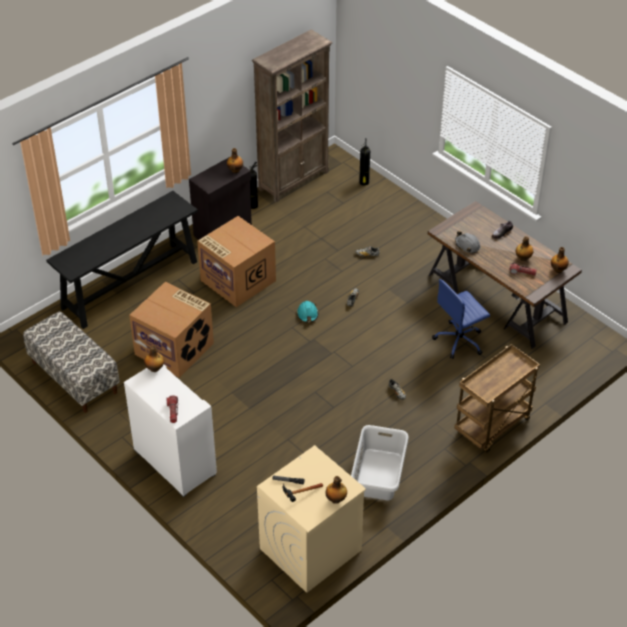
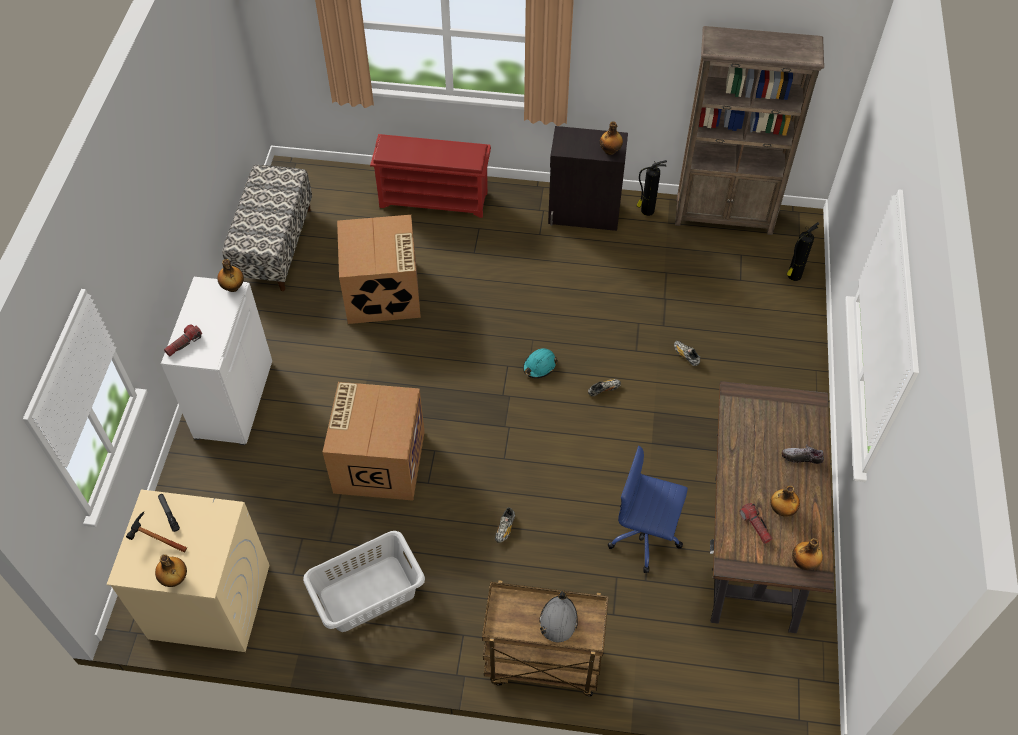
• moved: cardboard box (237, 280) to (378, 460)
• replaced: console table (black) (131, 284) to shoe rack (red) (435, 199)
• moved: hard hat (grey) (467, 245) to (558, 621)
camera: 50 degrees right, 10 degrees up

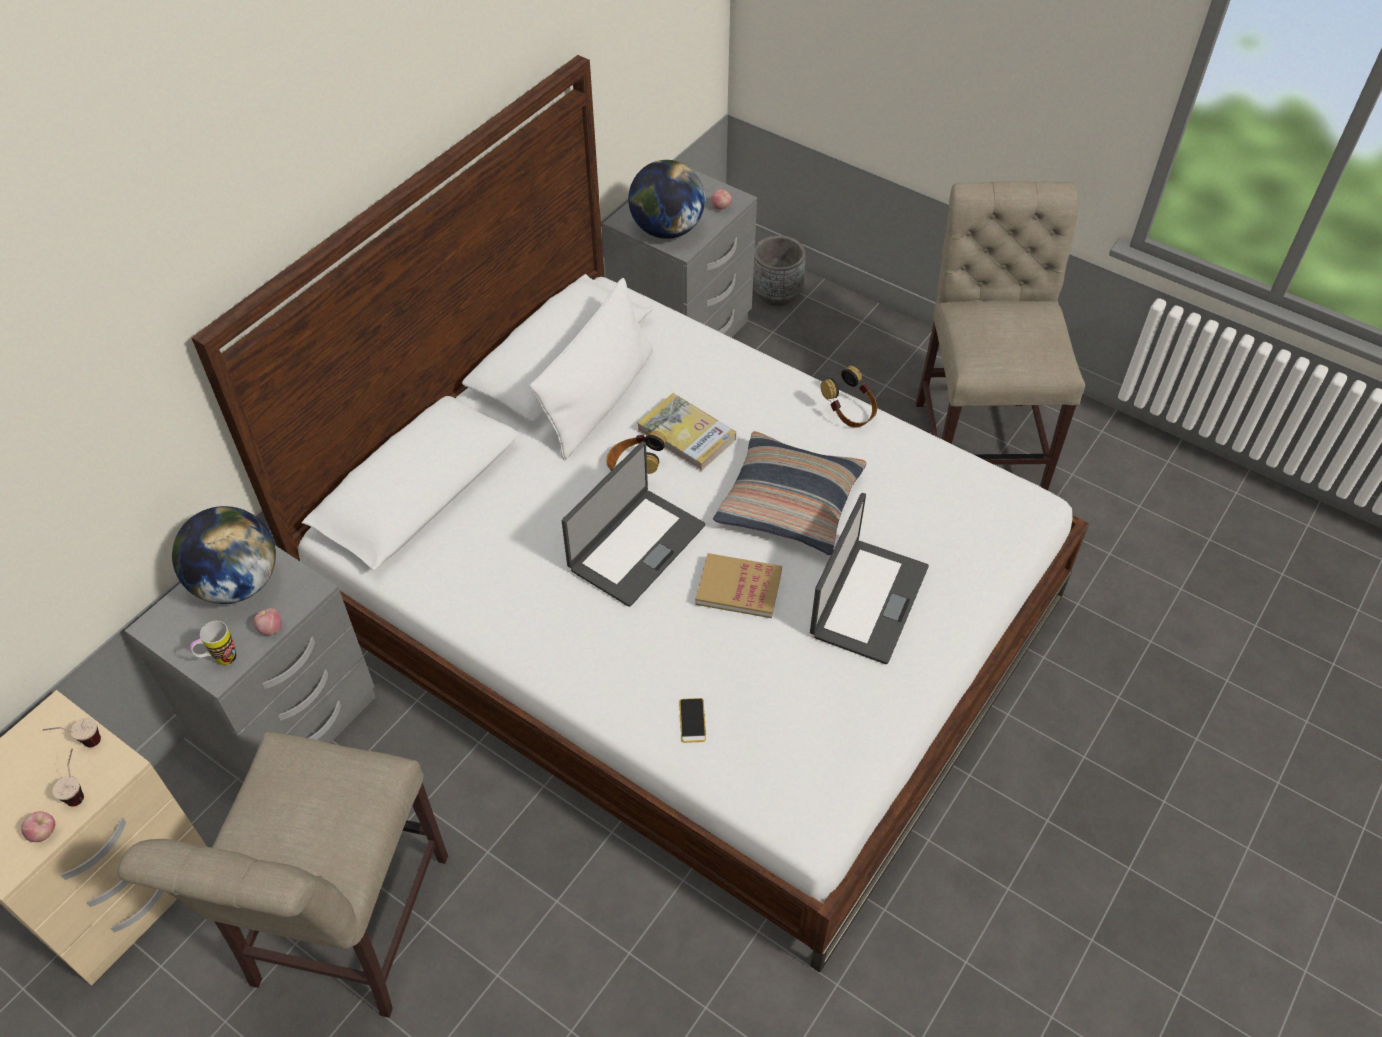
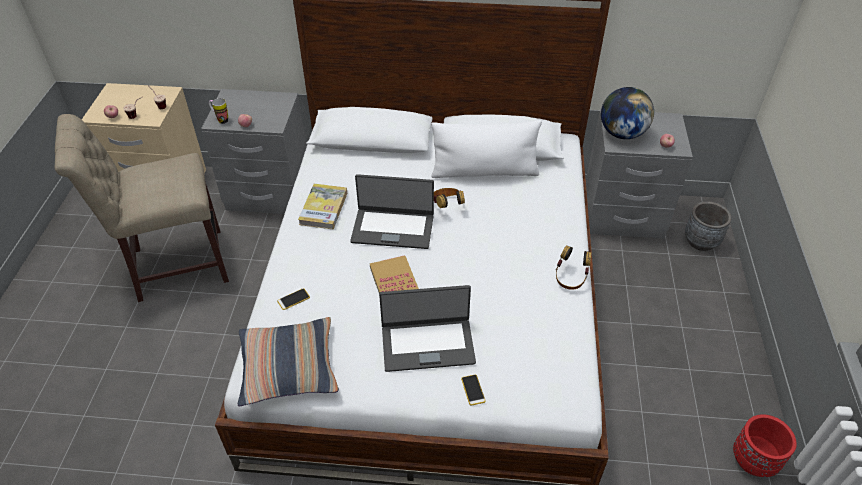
• moved: pillow (789, 503) to (288, 368)
• moved: book (686, 435) to (323, 208)
• added: phone (473, 390)
• added: planter (red) (753, 461)
• removed: globe (237, 583)
• removed: chair (beige) (977, 440)
camera: 60 degrees right, 5 degrees down

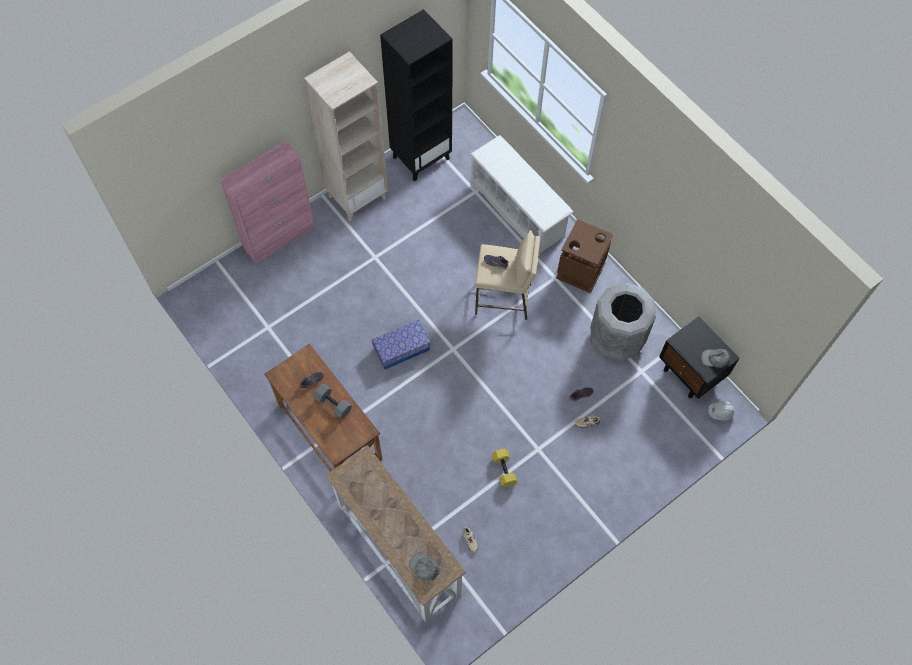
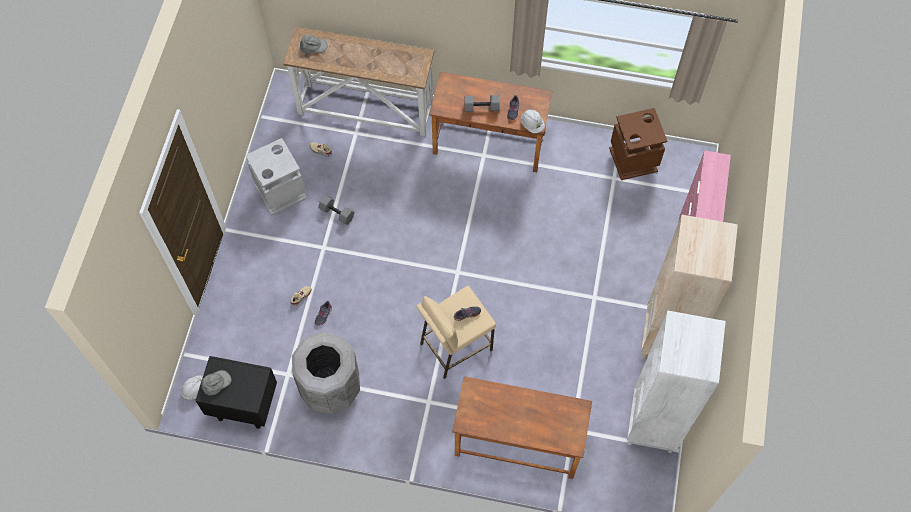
• added: trash can (grey) (280, 192)
• recoloured: dumbbell (yellow) (503, 470) to dumbbell (grey) (337, 213)
• replaced: shoe rack (white) (518, 210) to desk (brown) (518, 442)
• added: hard hat (white) (532, 124)
• moved: trash can (brown) (580, 271) to (633, 159)
• recoloured: bookcase (black) (421, 157) to bookcase (white) (653, 424)
• removed: storage box (401, 349)
camera: 140 degrees right, 0 degrees up

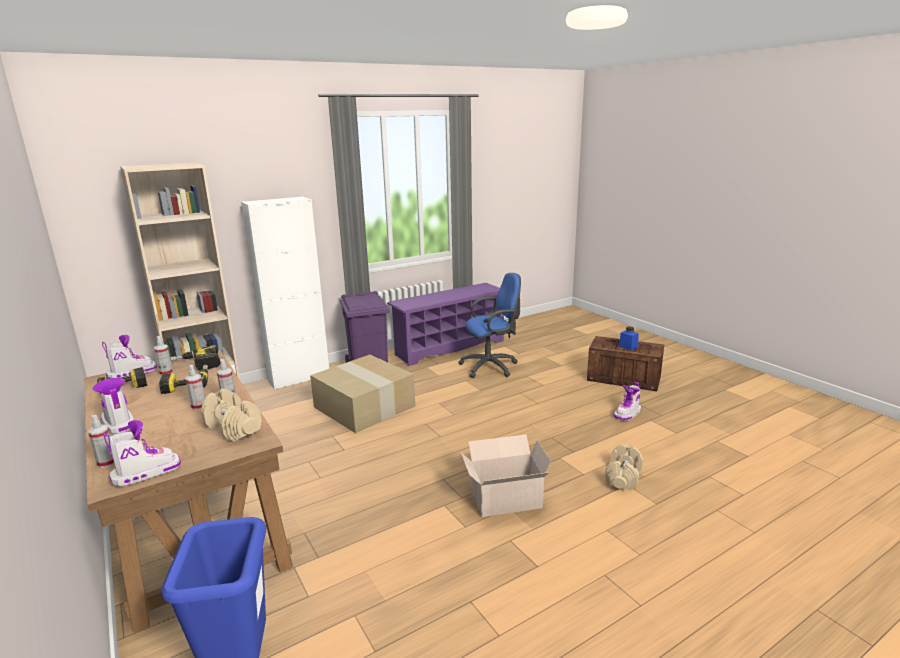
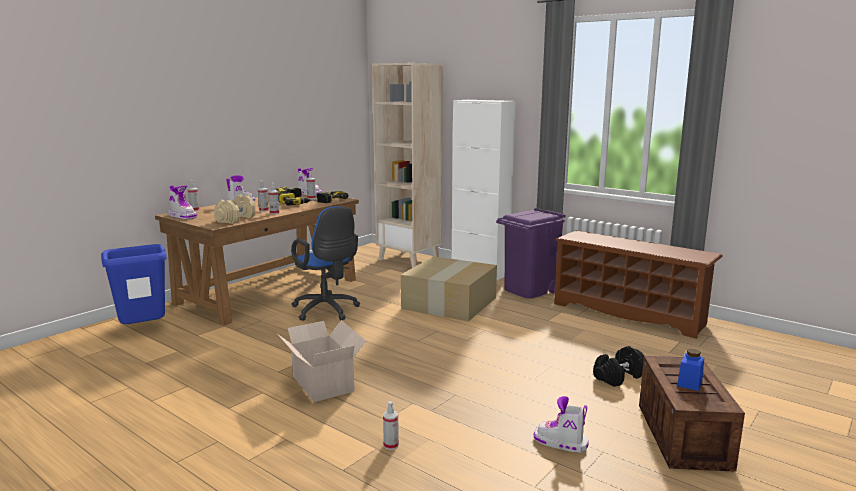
• moved: office chair (blue) (491, 367) to (327, 311)
• replaced: dumbbell (beige) (623, 477) to spray bottle (391, 445)
• recoloured: shoe rack (purple) (449, 347) to shoe rack (brown) (629, 313)
• added: dumbbell (black) (618, 377)
camera: 70 degrees right, 5 degrees down

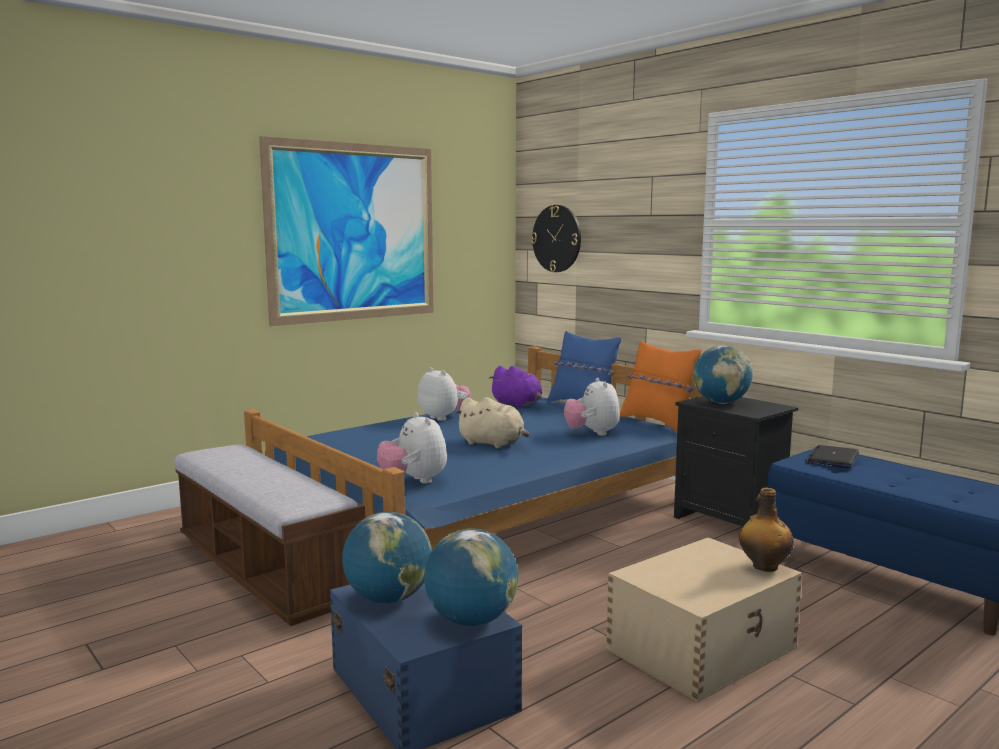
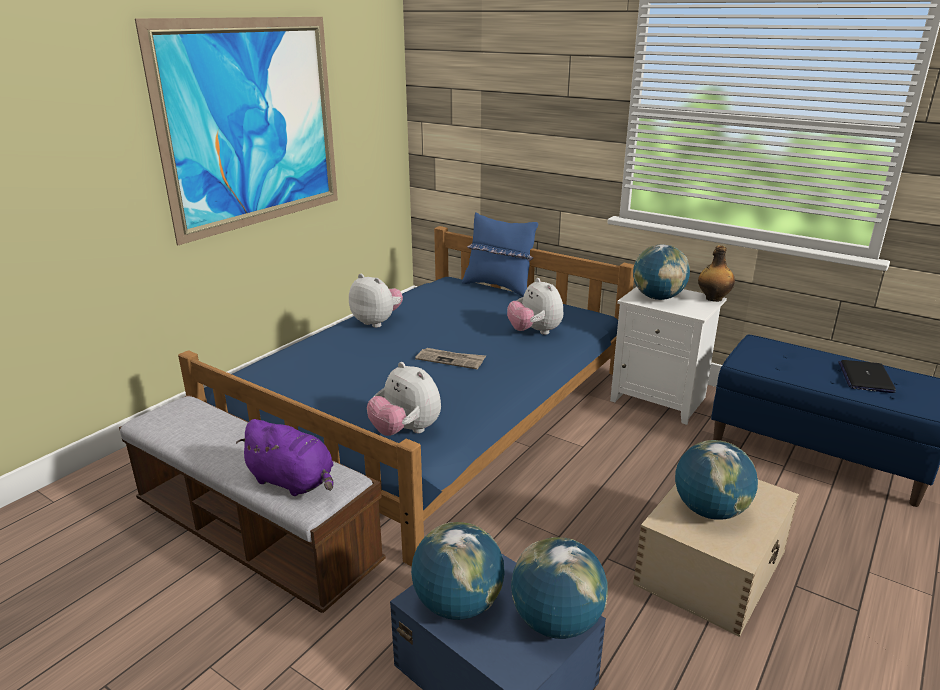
• moved: plush toy (purple) (518, 404) to (293, 481)
• replaced: plush toy (beige) (493, 444) to newspaper (451, 360)
• recoloured: nightstand (black) (732, 521) to nightstand (white) (660, 399)
• added: globe (709, 511)
• moved: bottle (764, 566) to (713, 298)
• moved: laptop (832, 458) to (865, 377)
• removed: wall clock (557, 238)
• removed: pillow (orange) (657, 422)
camera: 15 degrees left, 15 degrees up

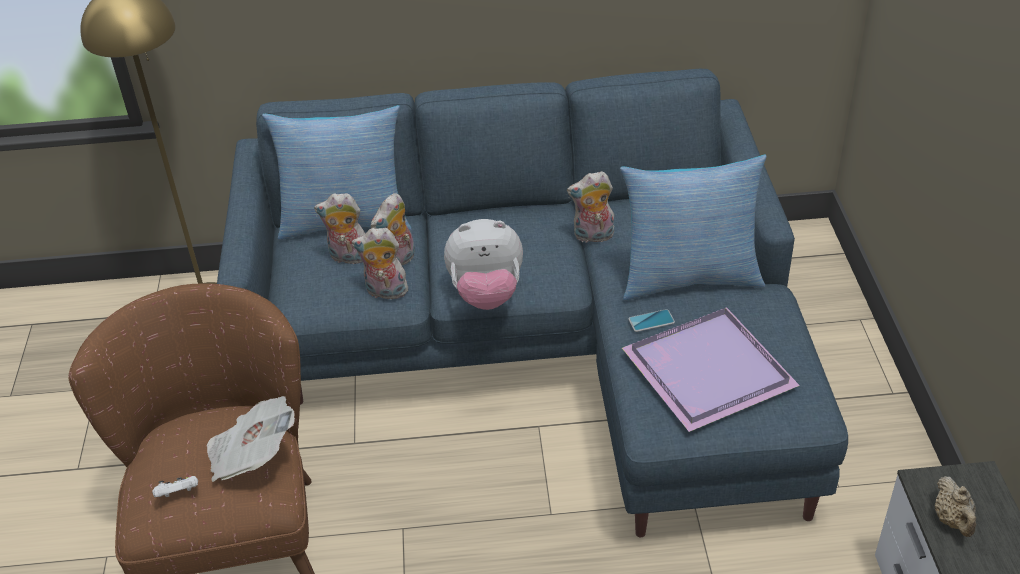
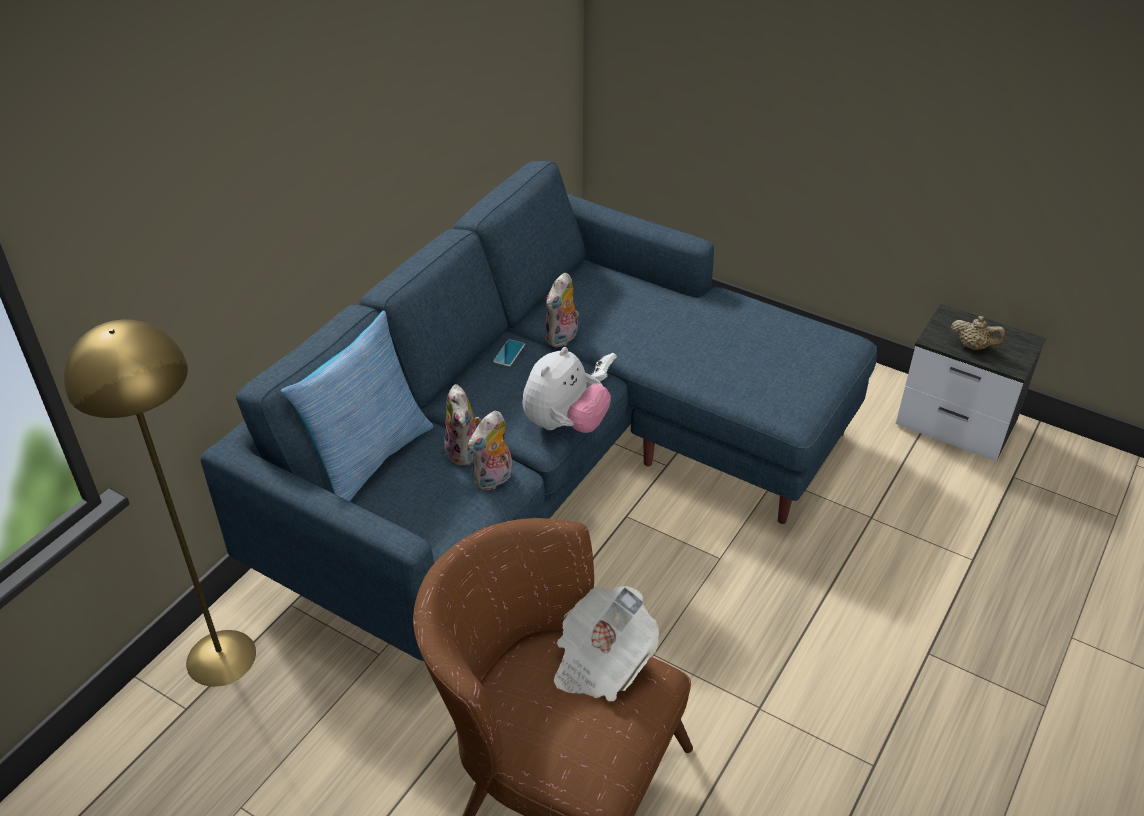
• moved: phone (651, 321) to (509, 353)
• moved: game controller (white) (178, 494) to (601, 377)
• removed: plush toy (348, 257)
• removed: pillow (689, 277)
• removed: tray (purple) (704, 370)
camera: 55 degrees left, 0 degrees up

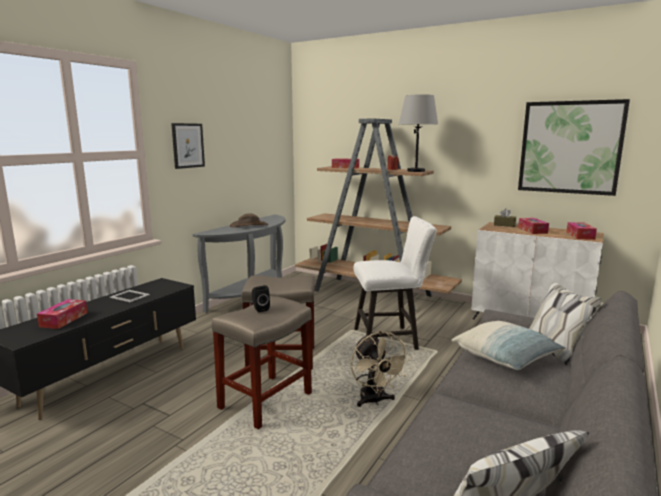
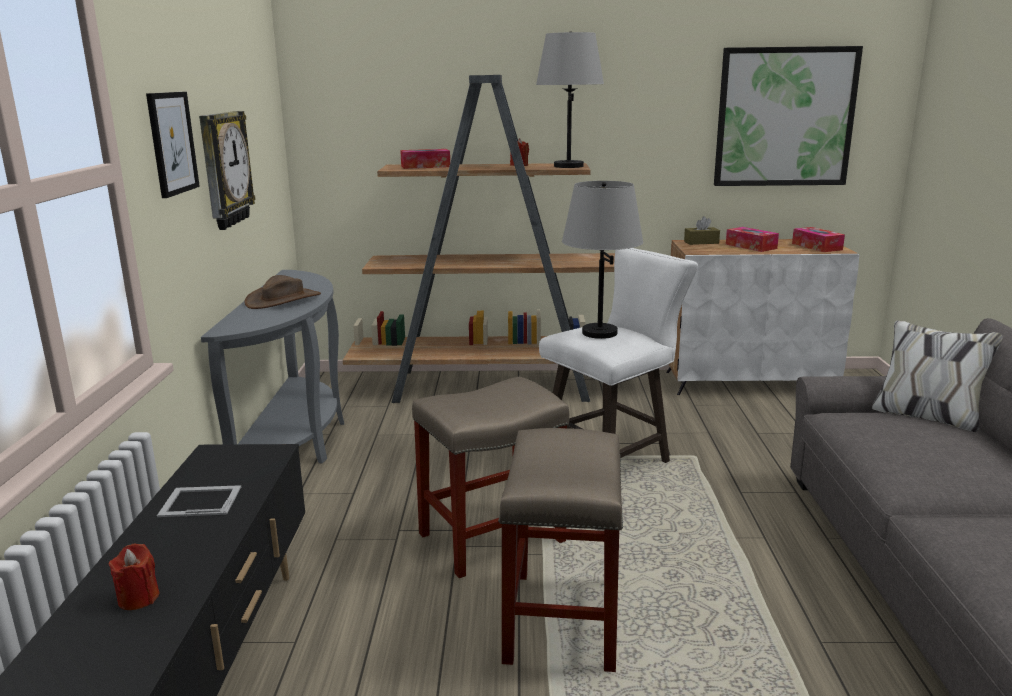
• replaced: tissue box (64, 320) to candle (red) (138, 598)
• added: wall clock (223, 169)
• added: table lamp (grey) (599, 333)
• removed: speaker (black) (260, 309)
• removed: fan (beige) (374, 401)
• removed: pillow (505, 357)
camera: 30 degrees left, 5 degrees up

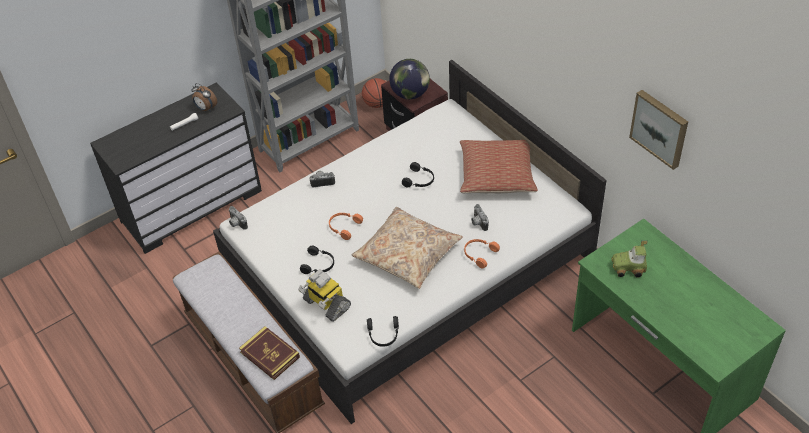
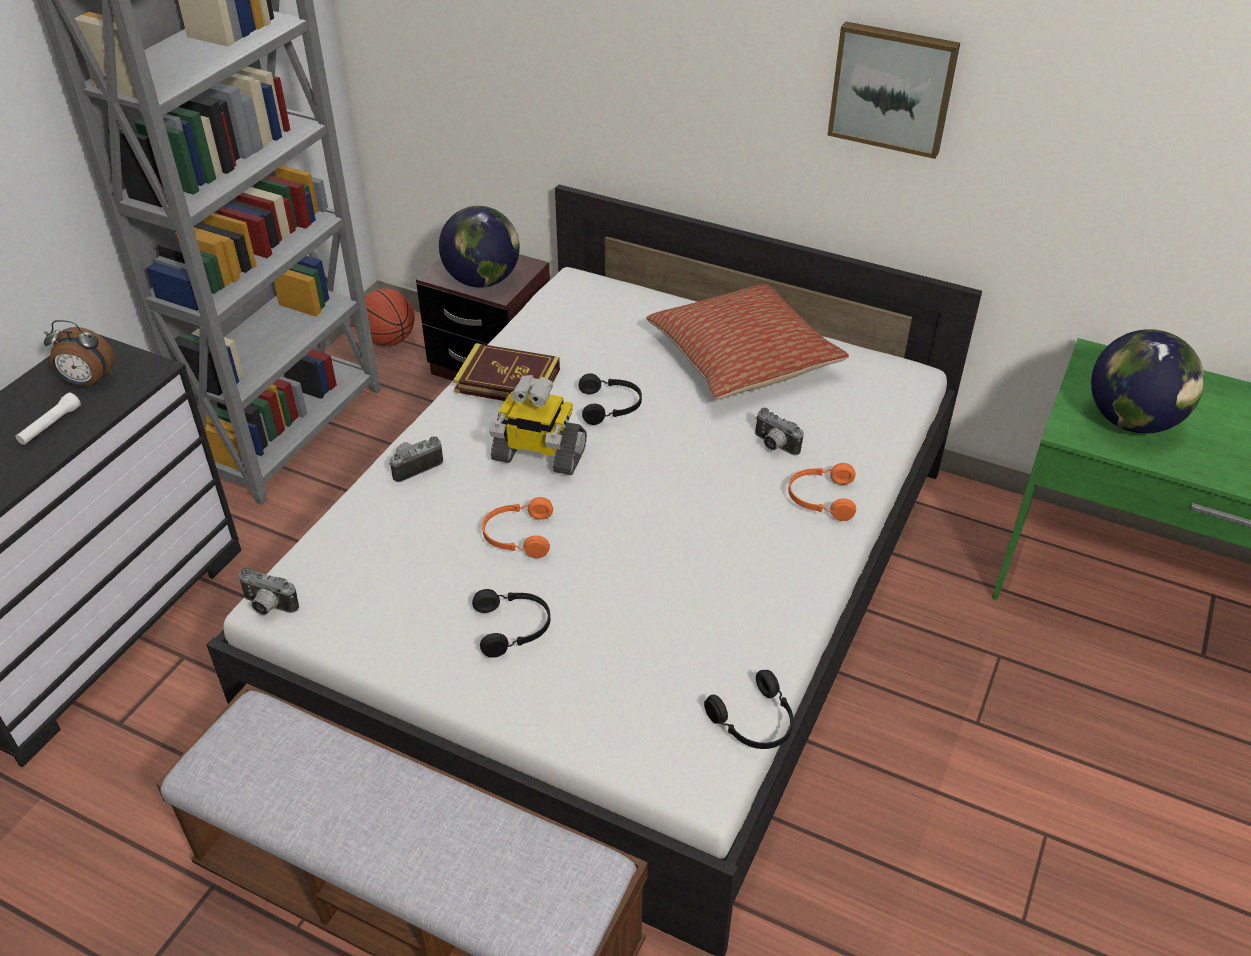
• moved: book (270, 355) to (507, 380)
• moved: toy robot (326, 304) to (538, 455)
• moved: picture (660, 128) to (893, 88)
• replaced: toy car (628, 268) to globe (1132, 421)
• removed: pillow (beige) (407, 254)
camera: 30 degrees left, 5 degrees down

